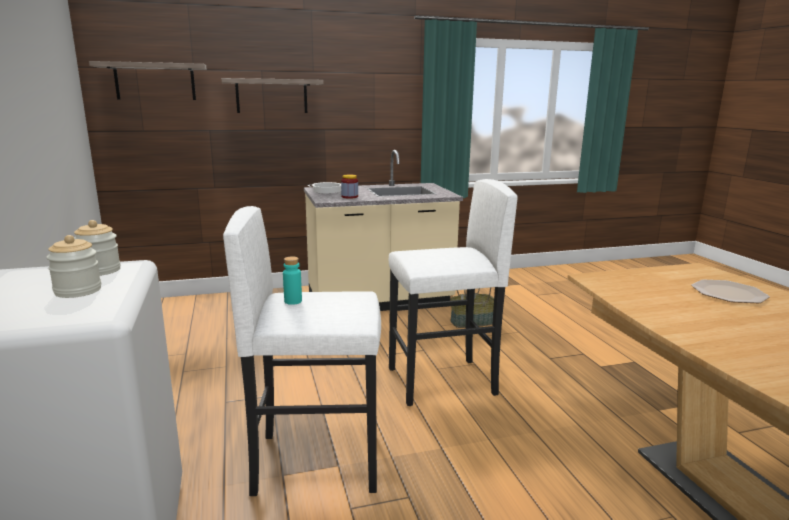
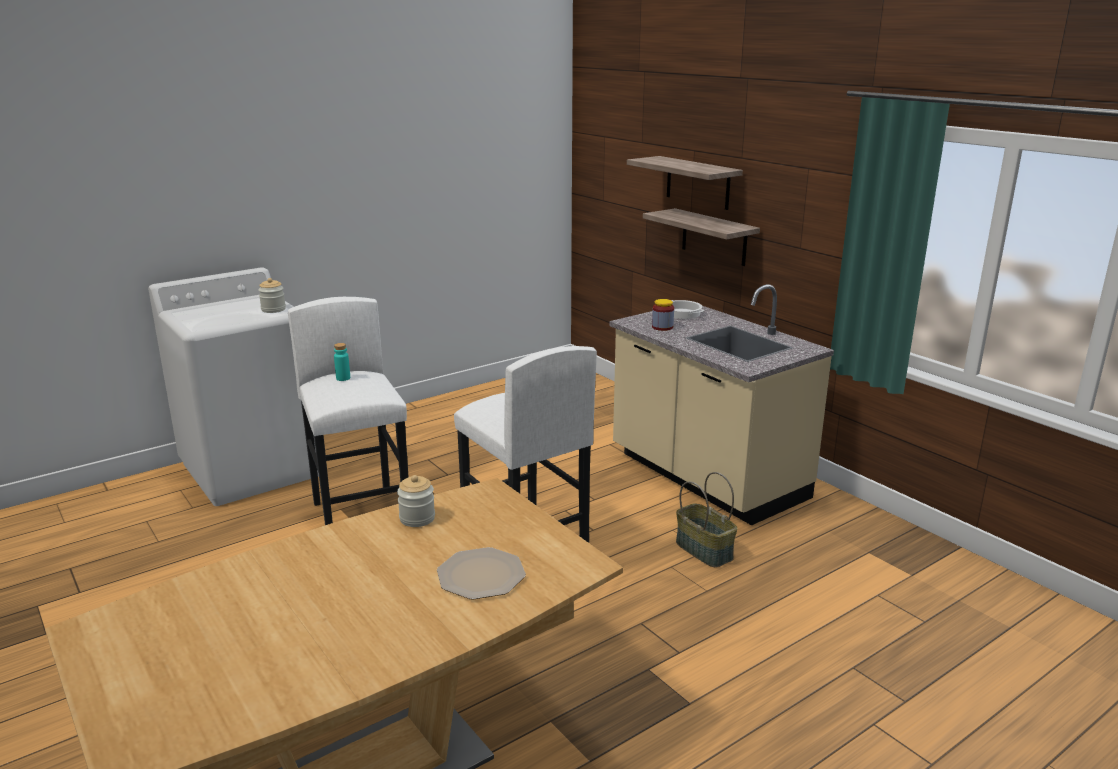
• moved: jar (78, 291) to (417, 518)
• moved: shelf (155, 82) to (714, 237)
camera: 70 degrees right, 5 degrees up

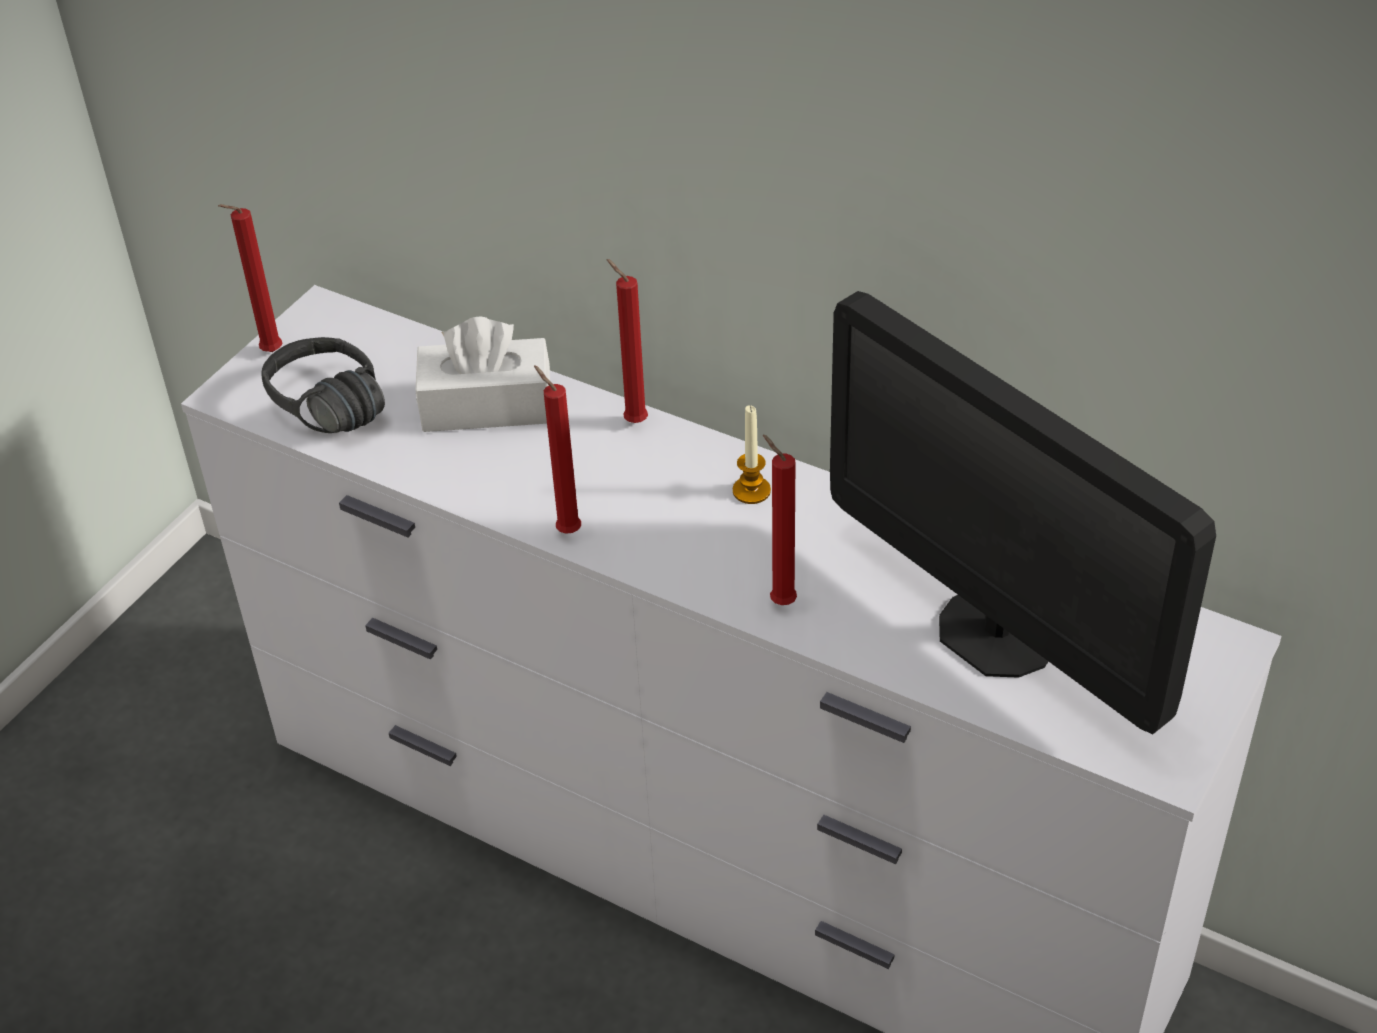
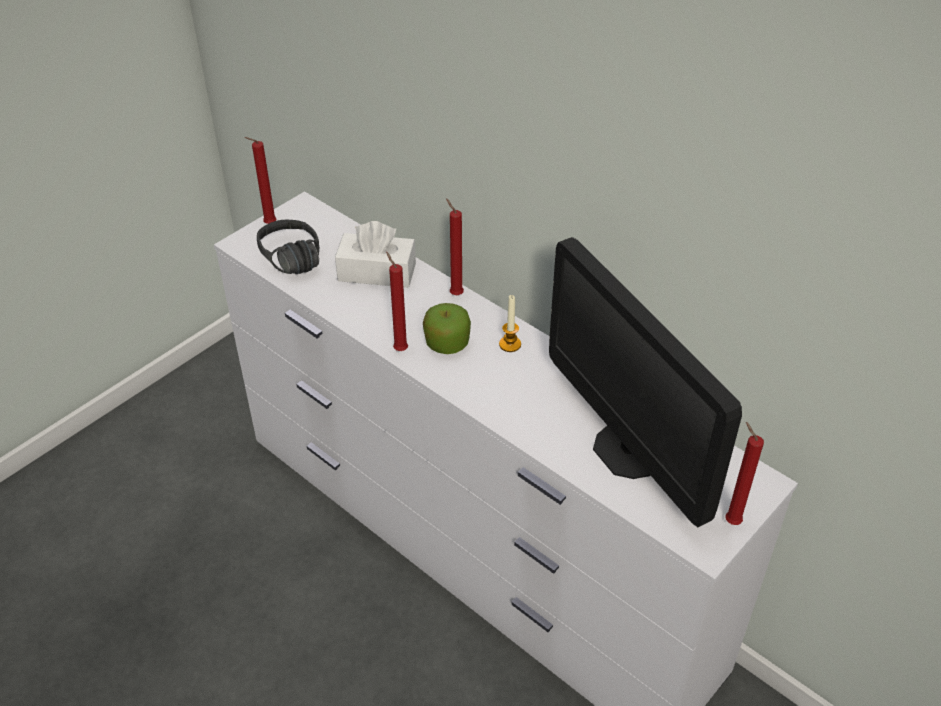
• added: apple (447, 343)
• moved: candle (red) (779, 601) to (730, 520)
camera: 10 degrees right, 0 degrees up

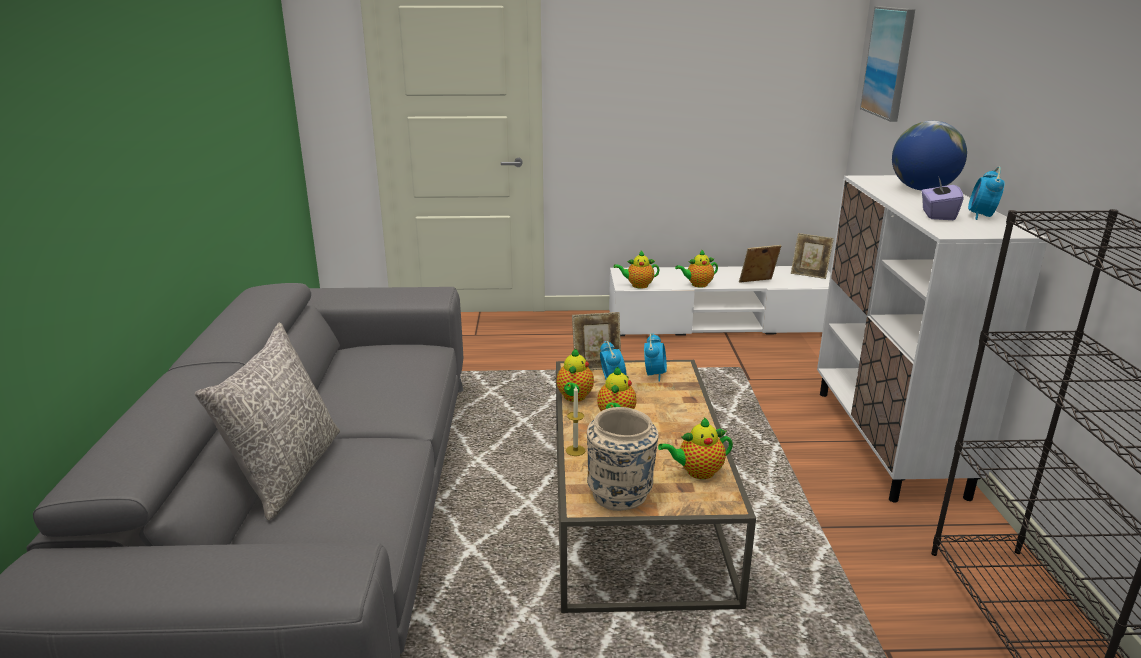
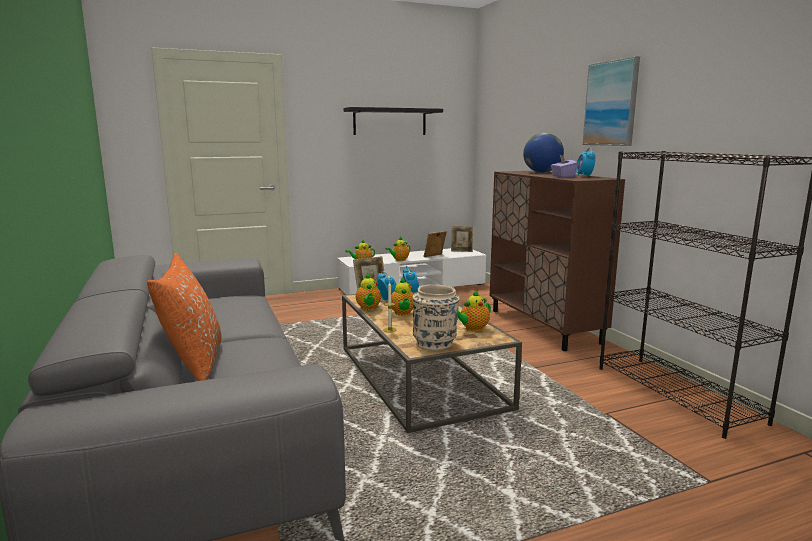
• recoloured: pillow (grey) (287, 472) to pillow (orange) (194, 361)
• added: shelf (black) (390, 122)
• recoloured: cabinet (white) (888, 441) to cabinet (brown) (544, 326)
• moved: picture (889, 62) to (611, 103)
camera: 20 degrees left, 10 degrees down

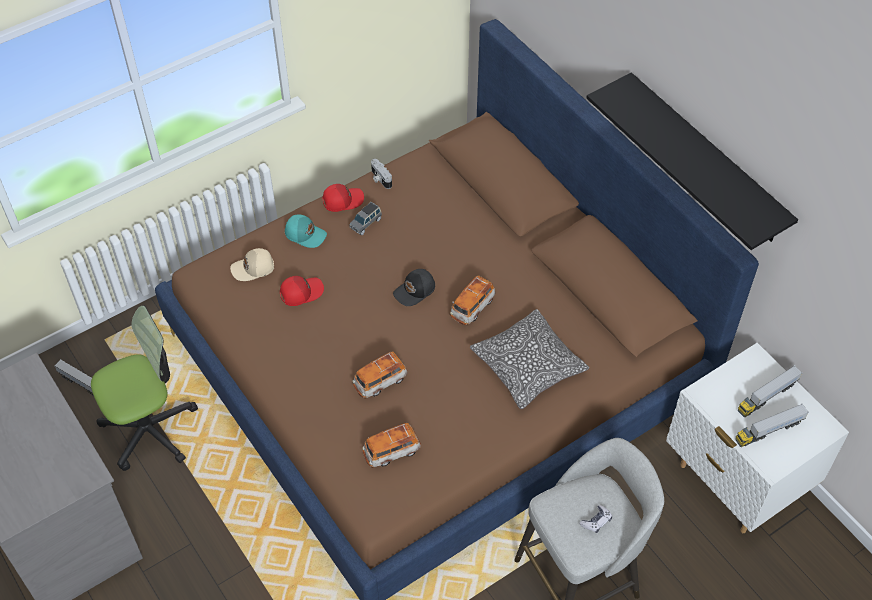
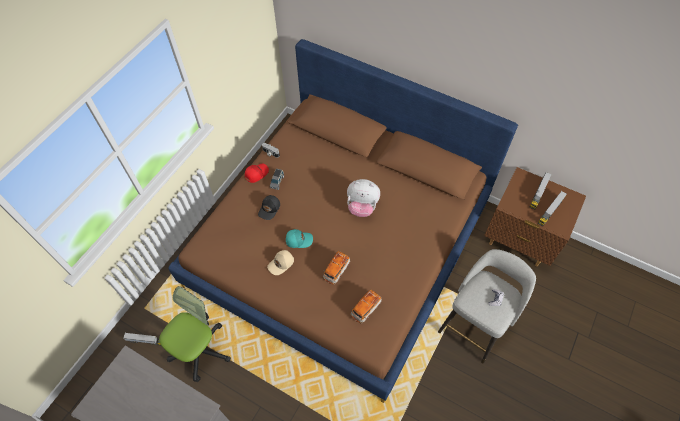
• moved: cap (black) (415, 291) to (270, 209)
• moved: cap (beige) (253, 269) to (281, 264)
• moved: cap (turquoise) (305, 234) to (299, 240)
• replaced: toy car (472, 307) to plush toy (362, 207)
• recoloured: nightstand (white) (735, 482) to nightstand (brown) (519, 241)
• removed: cap (red) (301, 292)
• removed: pillow (528, 366)
• removed: shelf (black) (706, 160)
camera: 25 degrees left, 5 degrees up

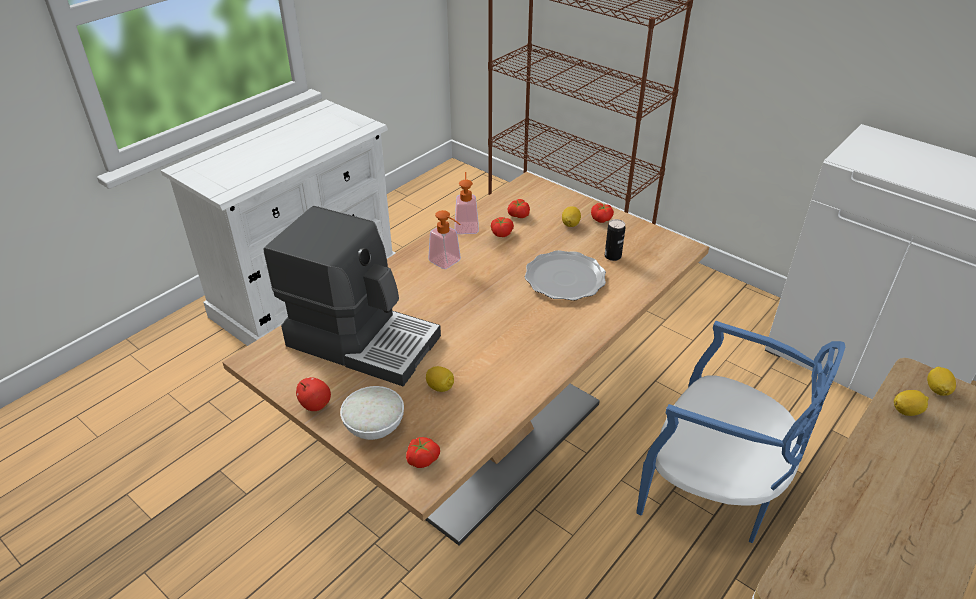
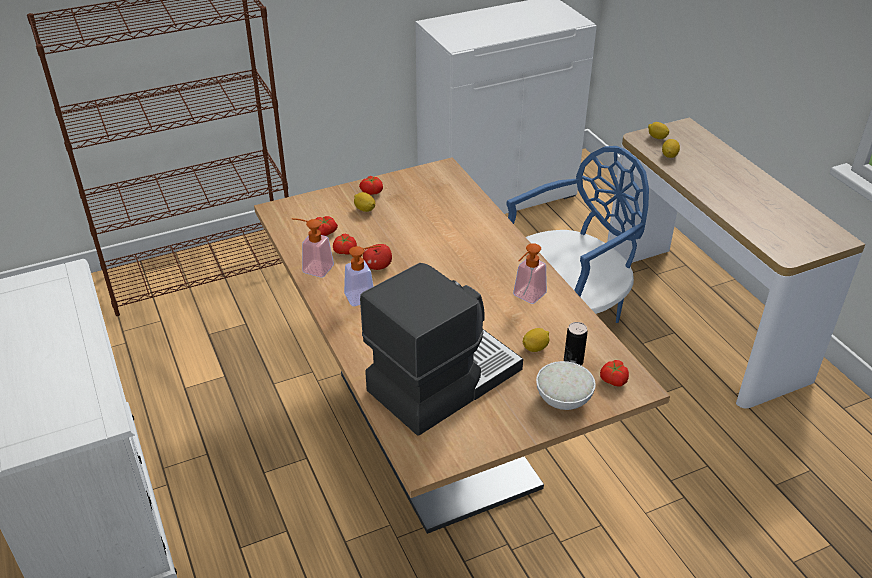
• moved: apple (315, 405) to (378, 266)
• added: soap dispenser (526, 297)
• moved: can (612, 256) to (573, 361)
• removed: plate (565, 279)
camera: 65 degrees left, 0 degrees up

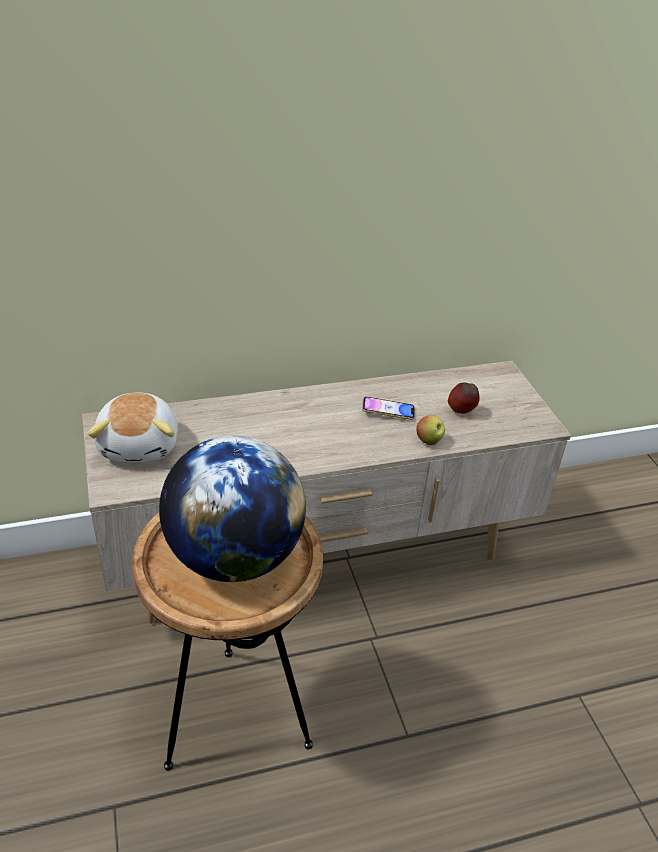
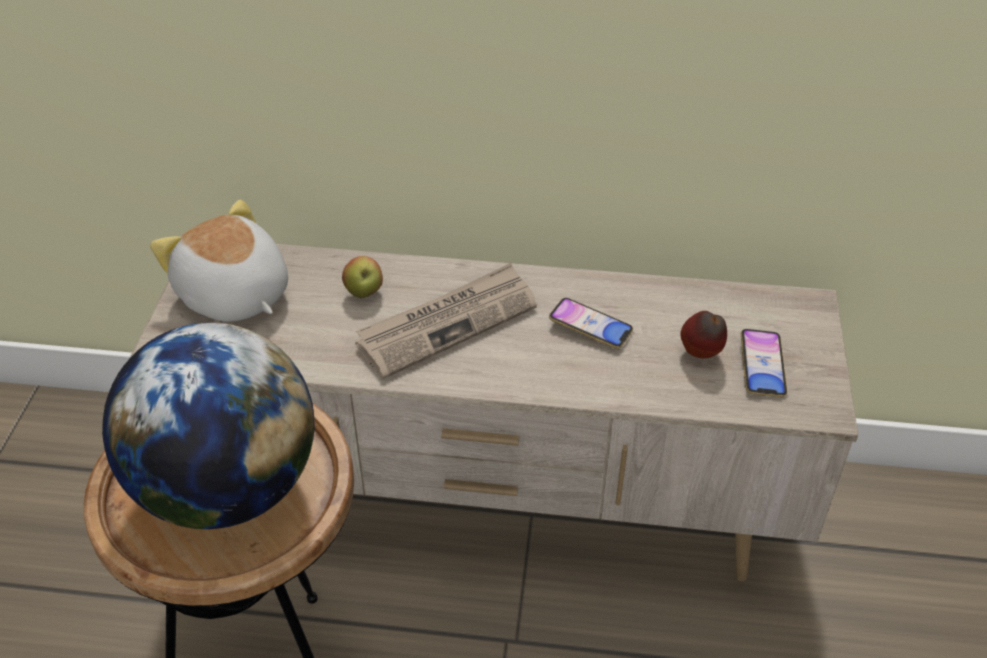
• turned: plush toy (140, 444) = (233, 296) 120 degrees clockwise
• moved: apple (429, 441) to (364, 292)
• added: newspaper (447, 323)
• added: phone (762, 367)
camera: 25 degrees right, 5 degrees up

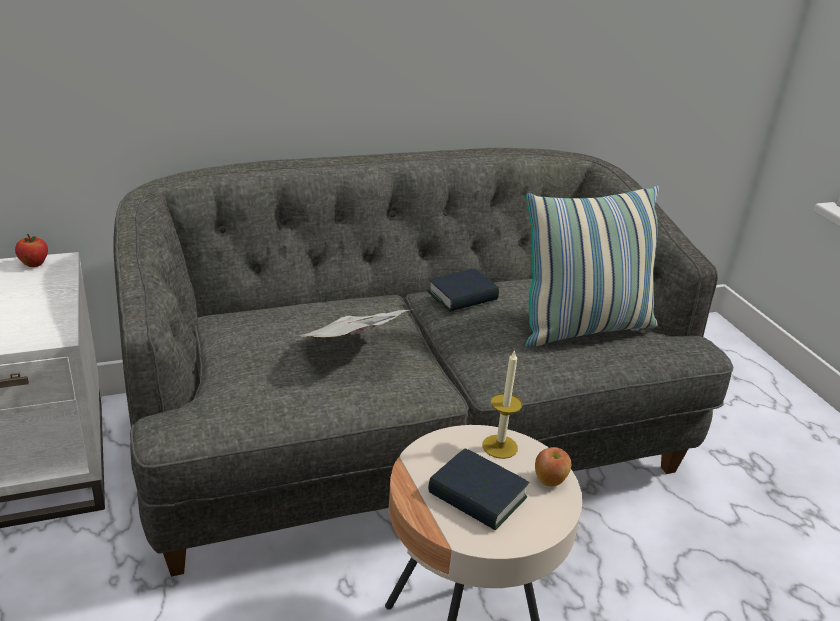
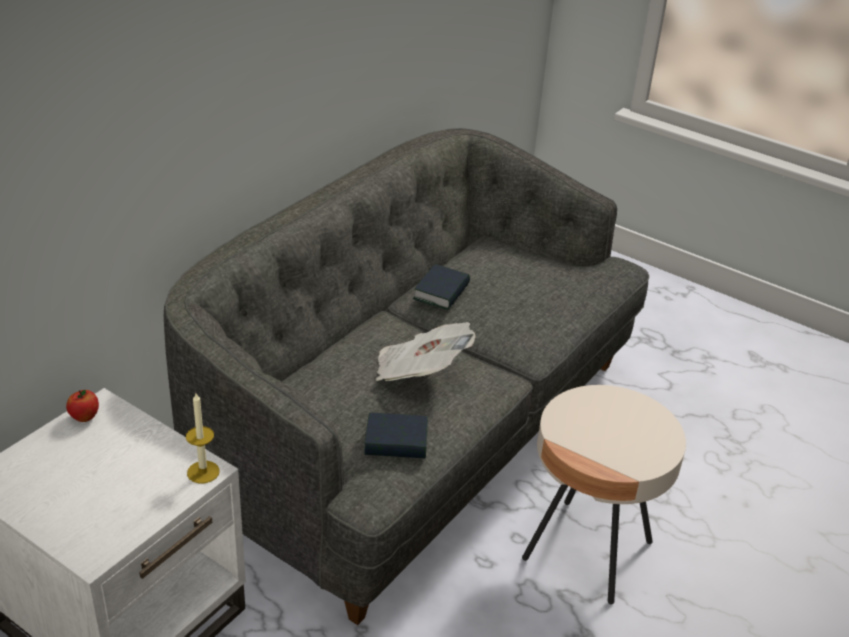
• moved: candle (500, 446) to (203, 472)
• moved: book (477, 496) to (396, 442)
• removed: pillow (583, 328)
• removed: apple (550, 481)
camera: 35 degrees left, 5 degrees up

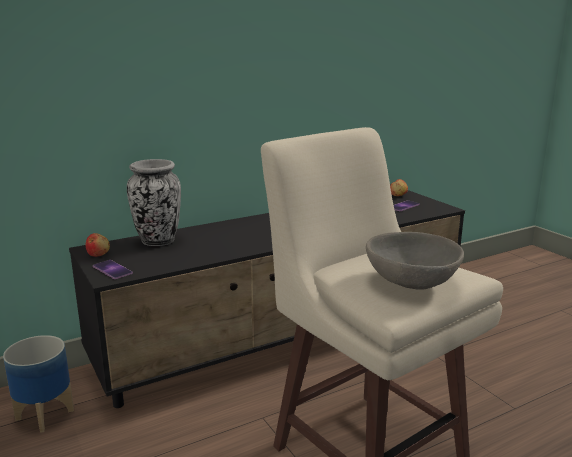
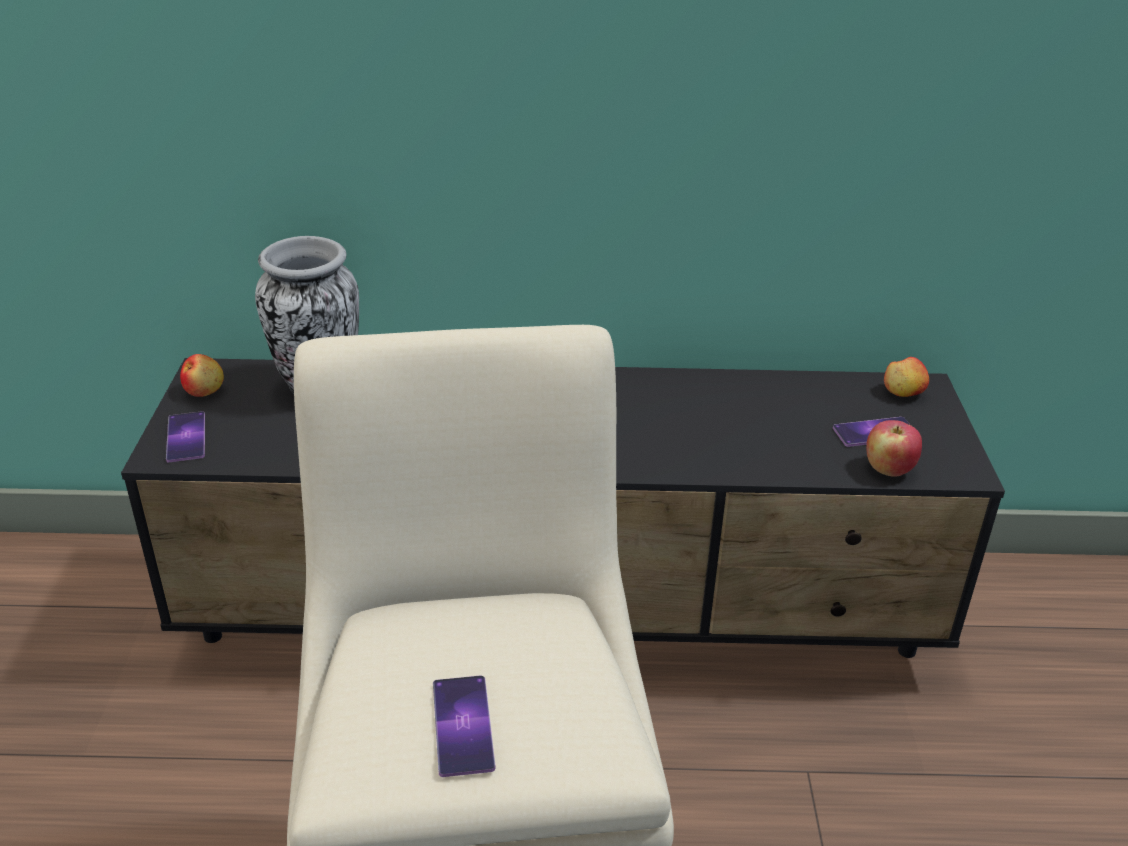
• replaced: bowl (grey) (412, 282) to phone (463, 725)
• added: apple (888, 469)
• removed: planter (44, 415)
camera: 30 degrees right, 15 degrees up

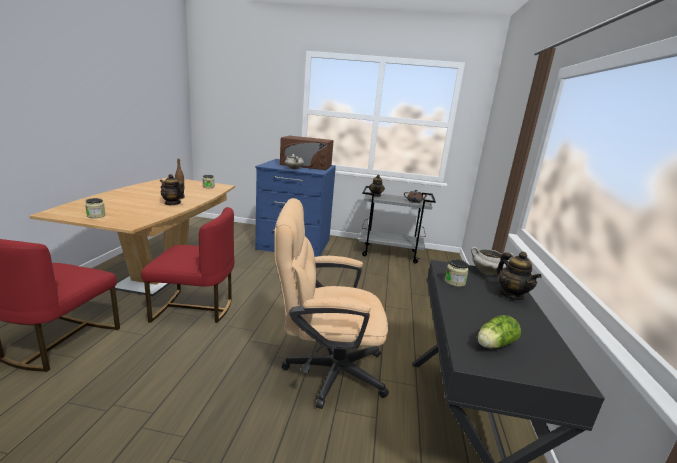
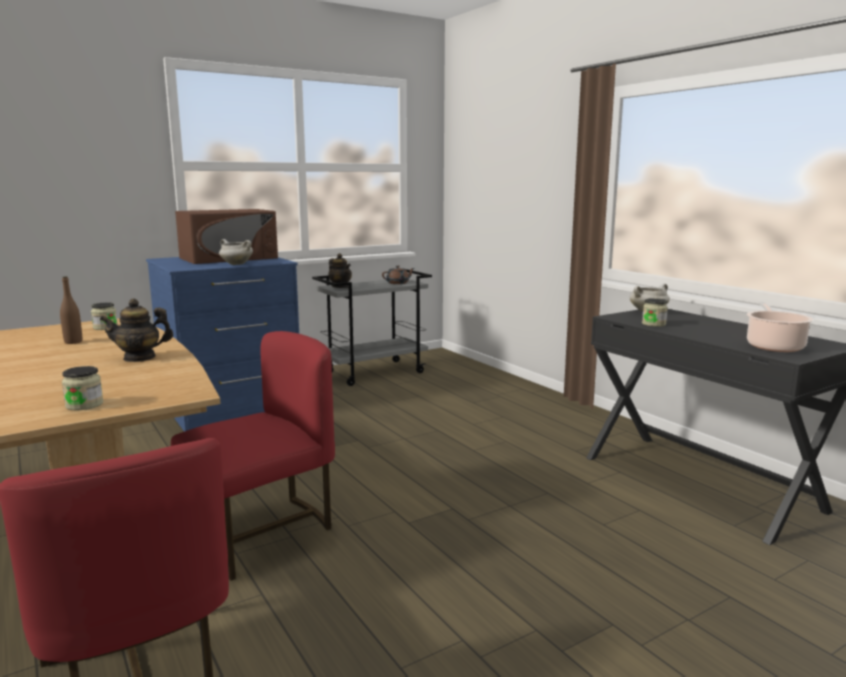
• replaced: lettuce (493, 345) to cooking pot (774, 346)
• removed: office chair (beige) (325, 370)
• removed: teapot (511, 295)
camera: 40 degrees left, 5 degrees down

